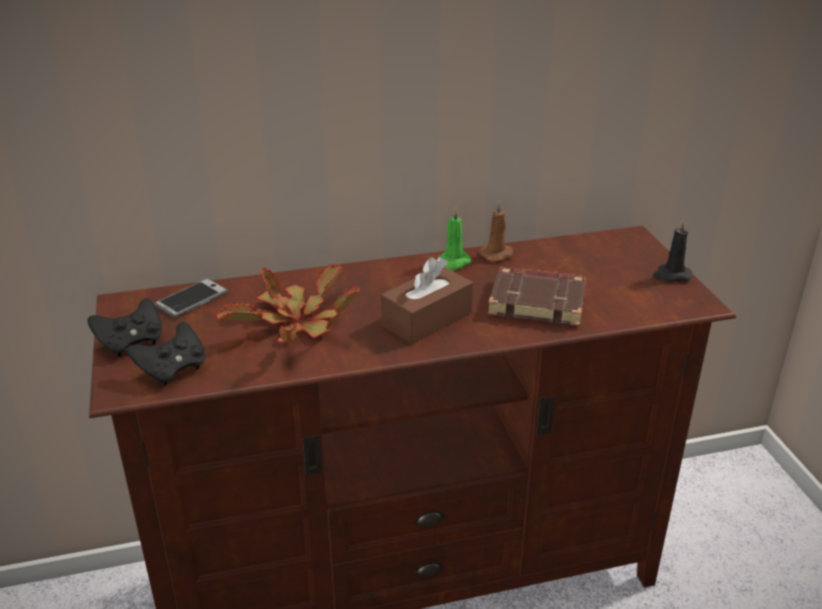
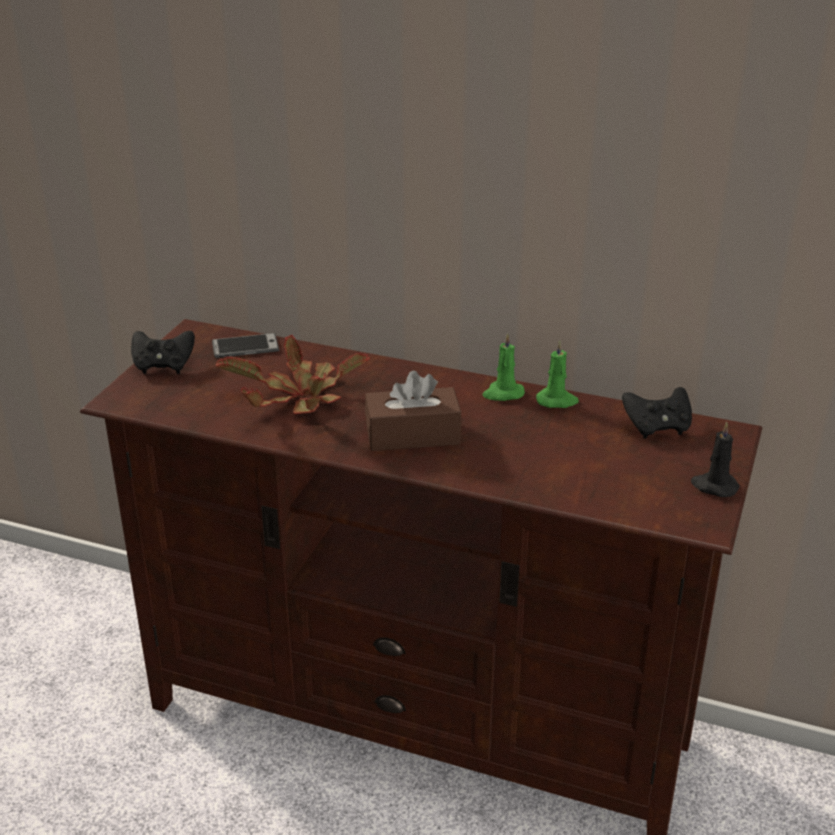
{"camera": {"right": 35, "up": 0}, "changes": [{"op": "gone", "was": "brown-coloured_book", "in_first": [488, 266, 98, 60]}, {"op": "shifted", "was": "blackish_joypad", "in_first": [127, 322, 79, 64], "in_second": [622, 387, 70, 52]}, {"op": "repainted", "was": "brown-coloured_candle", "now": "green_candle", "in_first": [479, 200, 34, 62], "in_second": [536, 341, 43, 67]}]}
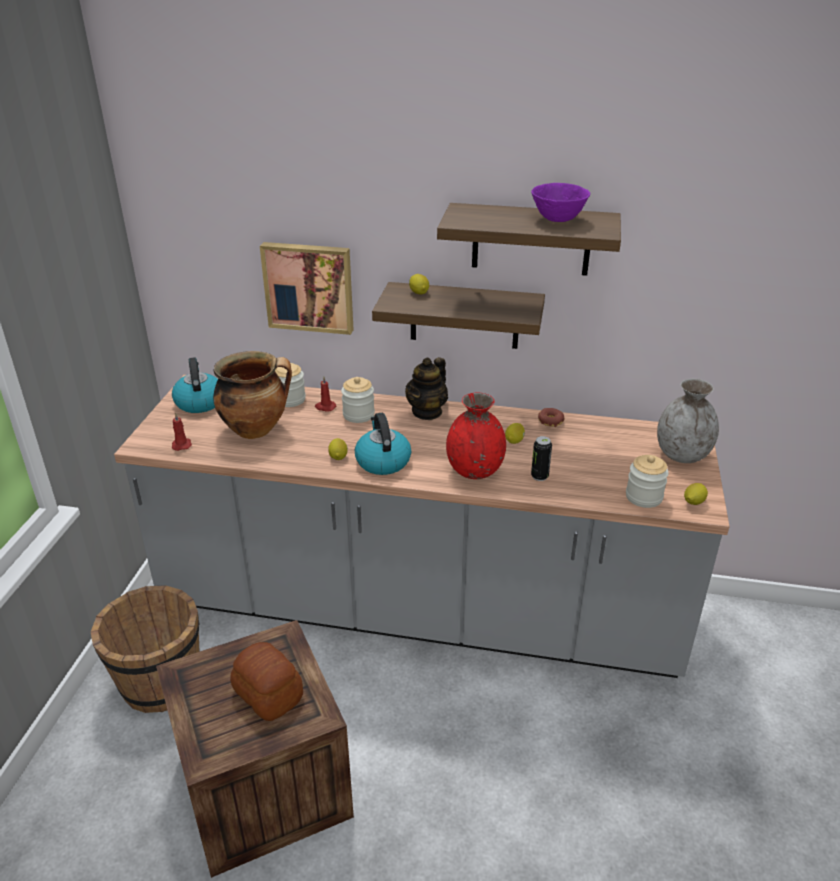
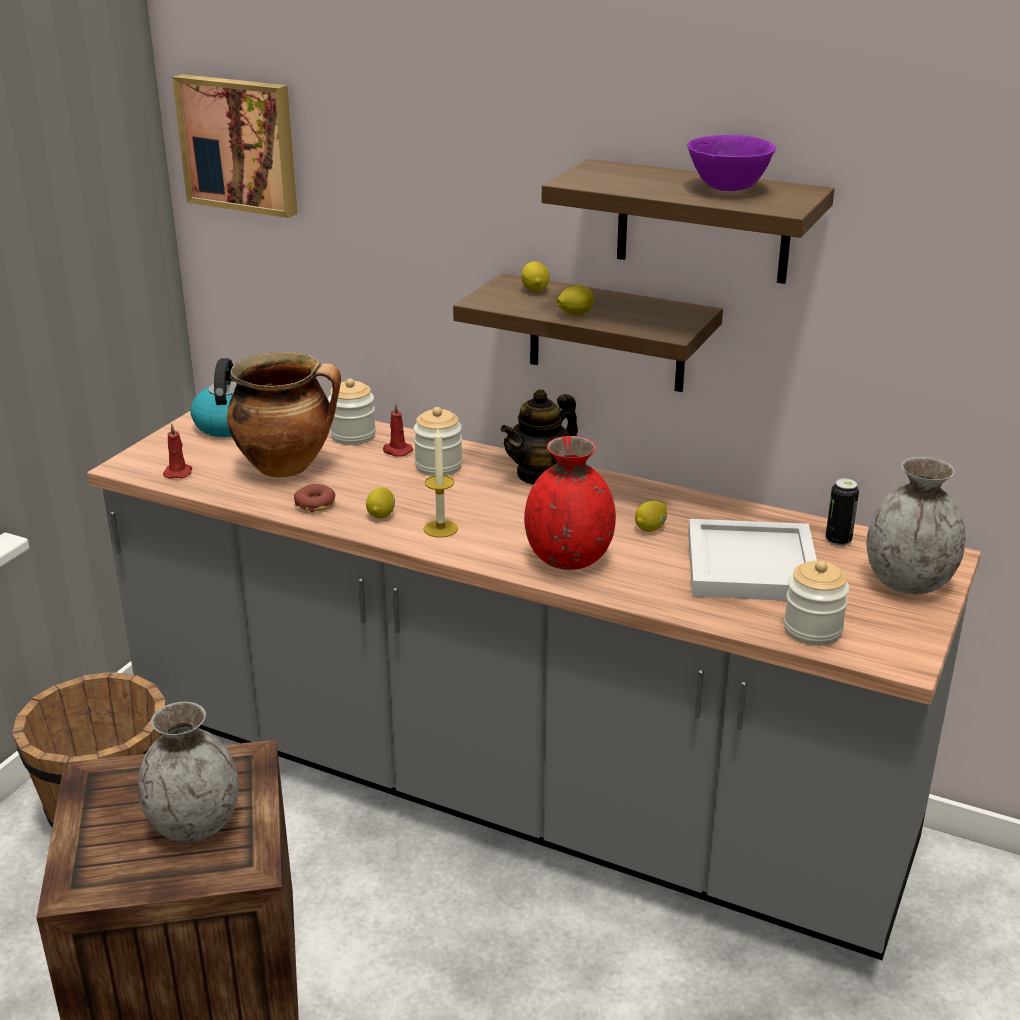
{"camera": {"right": 15, "up": -5}, "changes": [{"op": "new", "now": "white_serving_tray", "in_second": [688, 519, 129, 82]}, {"op": "shifted", "was": "wall_art", "in_first": [260, 242, 94, 93], "in_second": [172, 74, 125, 144]}, {"op": "shifted", "was": "metal_can", "in_first": [531, 436, 21, 45], "in_second": [826, 478, 33, 68]}, {"op": "shifted", "was": "donut", "in_first": [538, 408, 26, 19], "in_second": [294, 484, 41, 29]}, {"op": "shifted", "was": "whole_lemon", "in_first": [684, 483, 24, 22], "in_second": [557, 285, 37, 31]}, {"op": "swapped", "was": "baked_bread", "now": "greyish_flower_vase", "in_first": [230, 642, 73, 79], "in_second": [138, 702, 101, 140]}, {"op": "swapped", "was": "kettle", "now": "candle", "in_first": [355, 413, 56, 62], "in_second": [424, 429, 34, 109]}]}
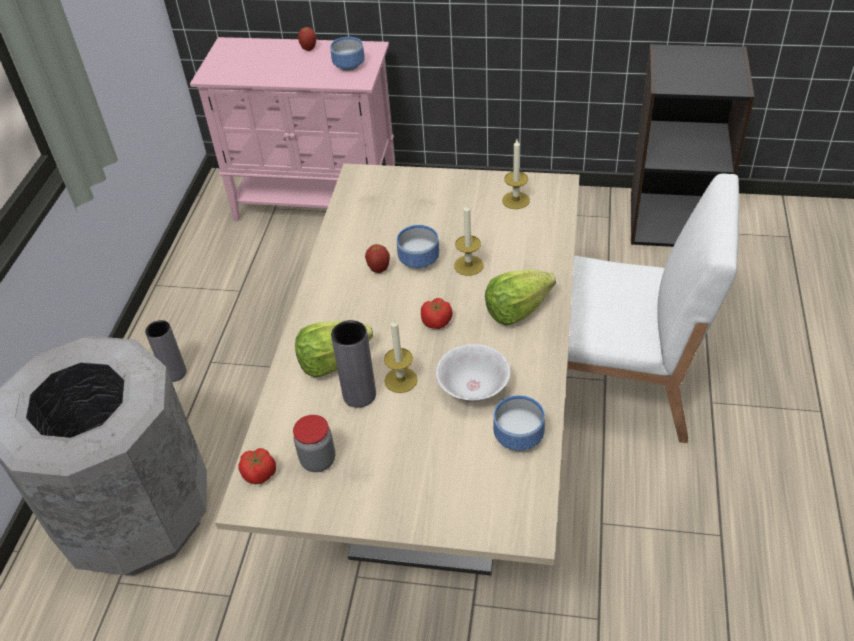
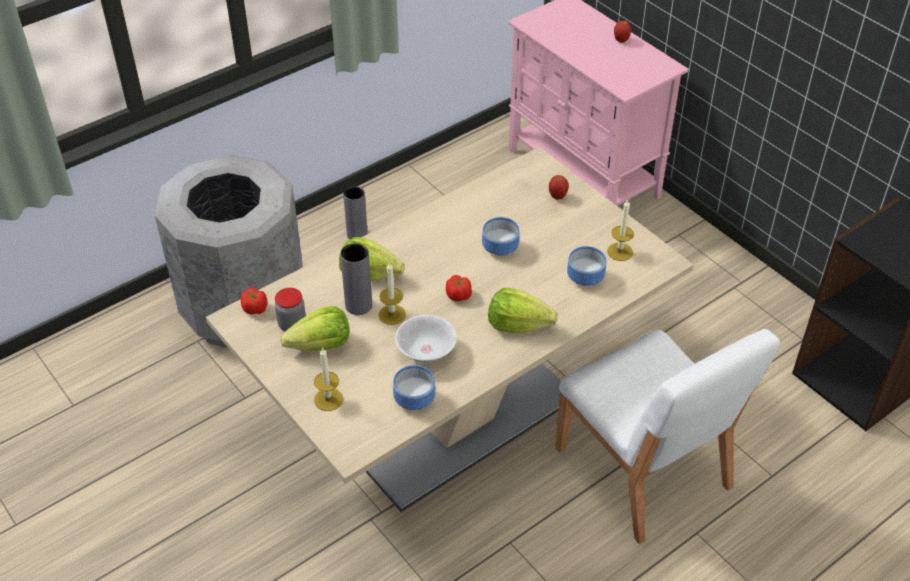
{"camera": {"right": 40, "up": 0}, "changes": [{"op": "new", "now": "lettuce", "in_second": [280, 306, 69, 45]}, {"op": "shifted", "was": "deep_dish", "in_first": [330, 37, 35, 34], "in_second": [567, 246, 39, 40]}, {"op": "shifted", "was": "apple", "in_first": [365, 244, 25, 29], "in_second": [549, 175, 20, 25]}, {"op": "shifted", "was": "candle", "in_first": [454, 204, 29, 72], "in_second": [314, 347, 29, 64]}]}
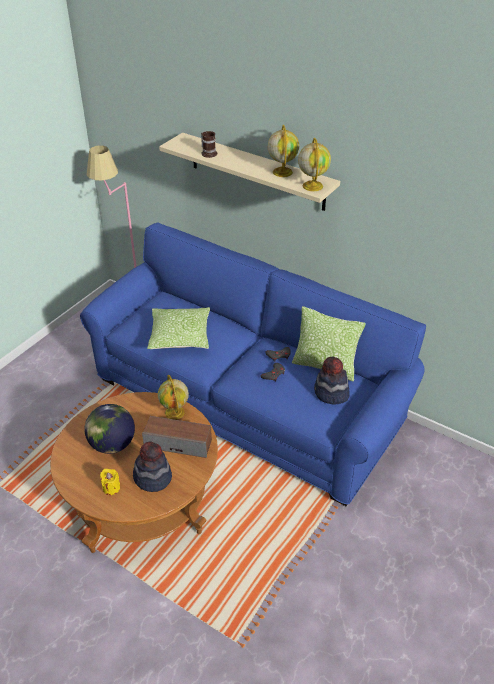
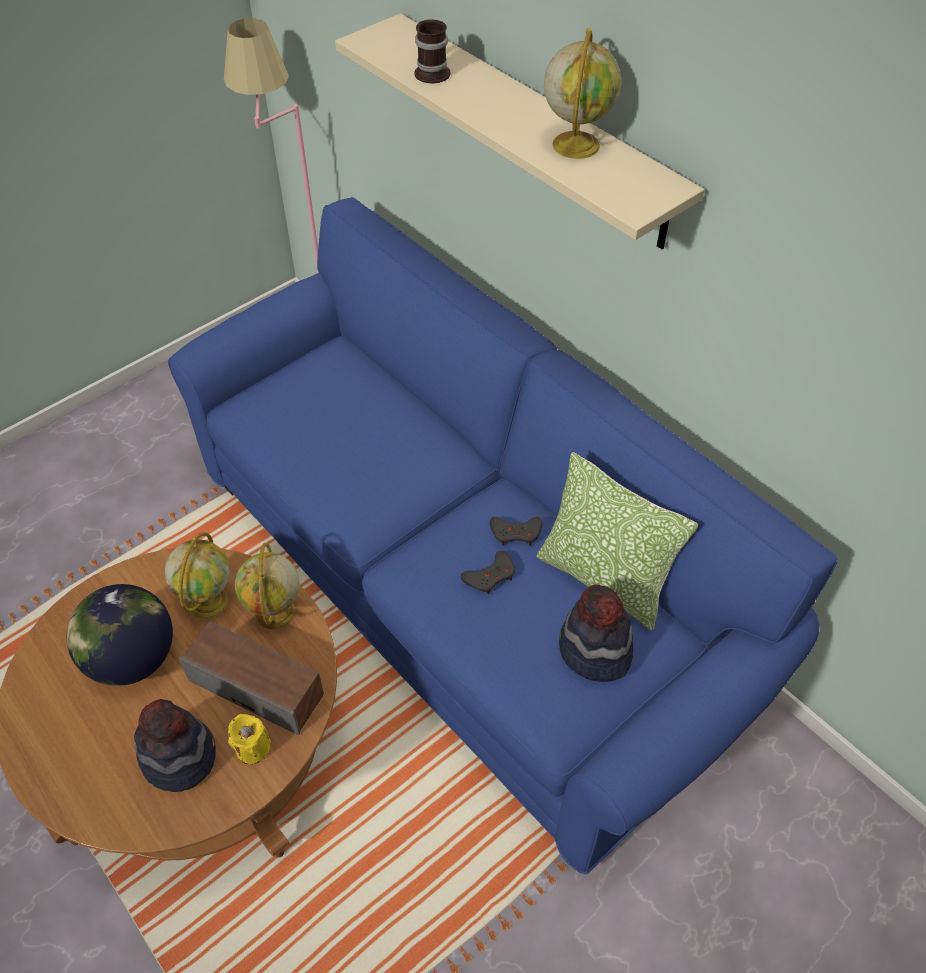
{"camera": {"right": 15, "up": 10}, "changes": [{"op": "gone", "was": "throw_pillow", "in_first": [147, 307, 63, 42]}, {"op": "shifted", "was": "yellow_candle", "in_first": [100, 469, 20, 26], "in_second": [228, 714, 43, 50]}, {"op": "shifted", "was": "desk_globe", "in_first": [298, 138, 33, 53], "in_second": [165, 532, 65, 87]}]}
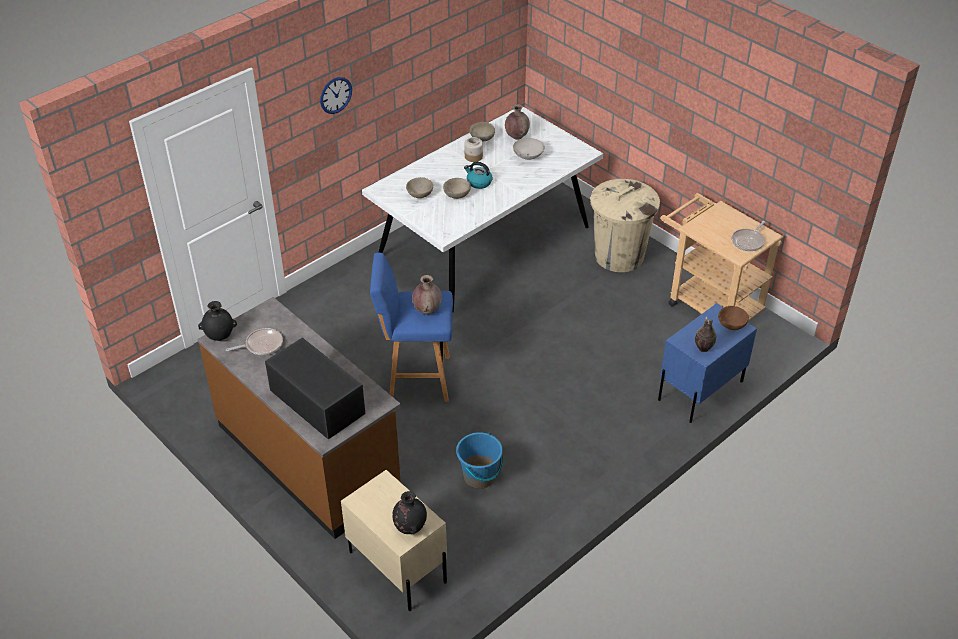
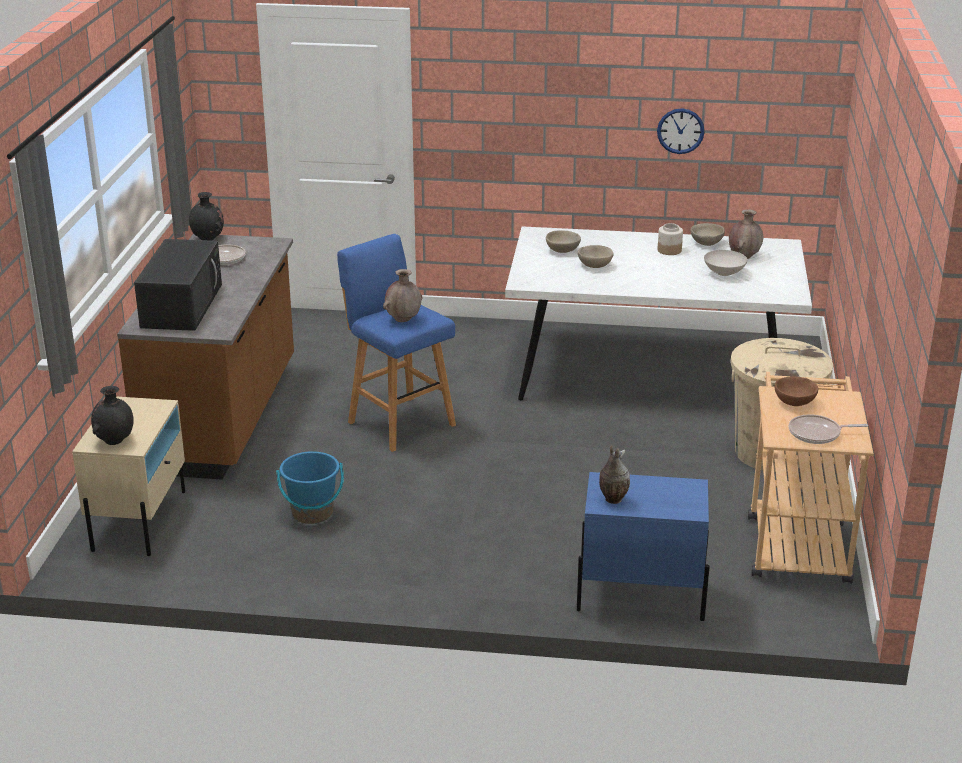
{"camera": {"right": 50, "up": -15}, "changes": [{"op": "gone", "was": "kettle", "in_first": [464, 162, 28, 27]}, {"op": "shifted", "was": "wall_clock", "in_first": [320, 77, 32, 37], "in_second": [657, 108, 47, 46]}, {"op": "shifted", "was": "brown-coloured_deep_dish", "in_first": [718, 306, 31, 24], "in_second": [775, 376, 43, 30]}]}
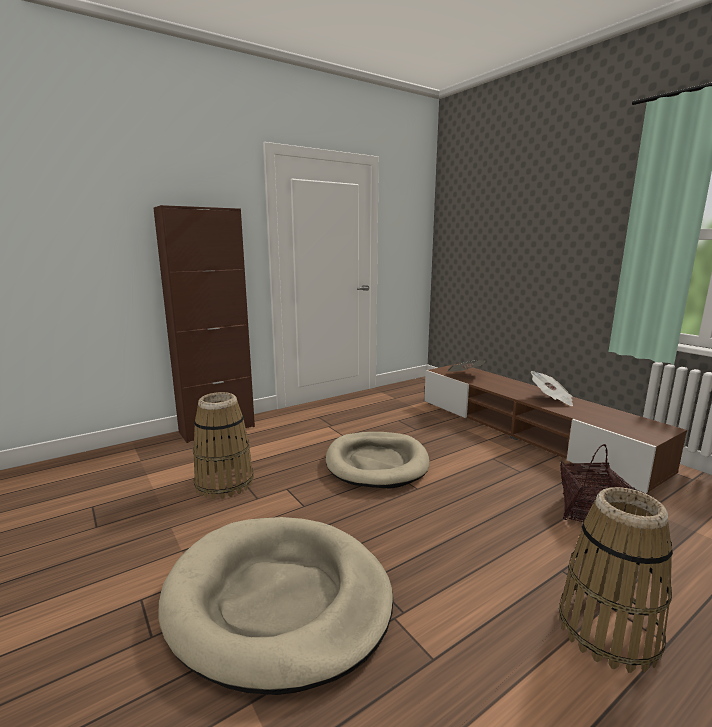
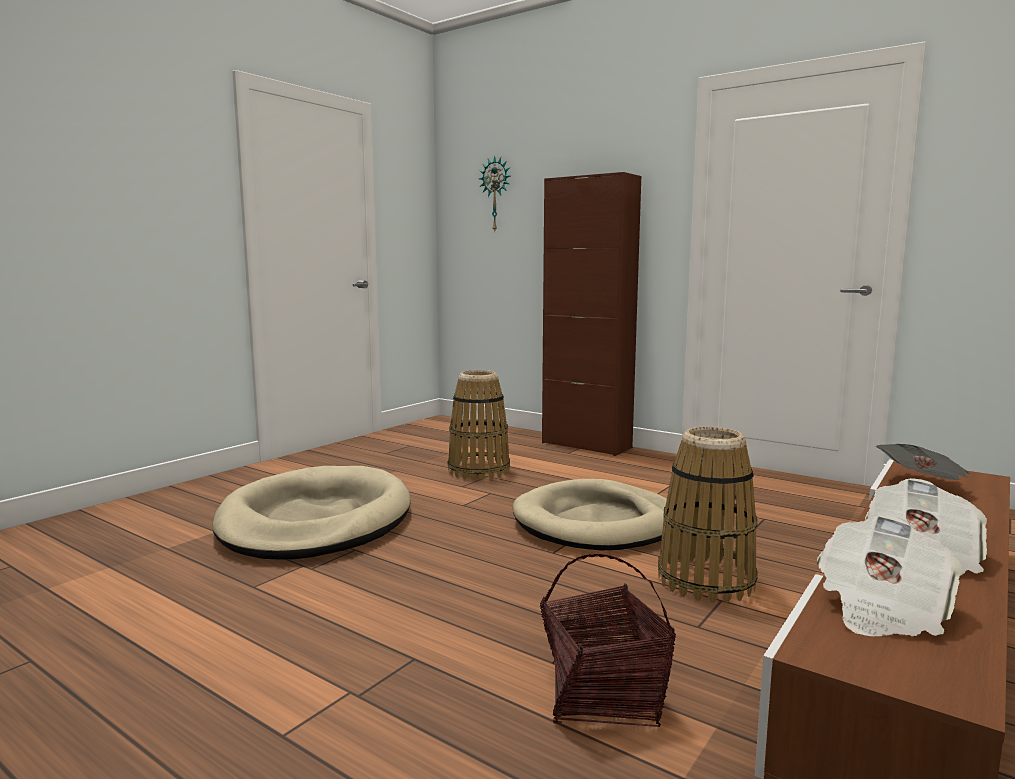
{"camera": {"right": 70, "up": -5}, "changes": [{"op": "new", "now": "wall_clock", "in_second": [479, 156, 32, 77]}, {"op": "new", "now": "daily_paper", "in_second": [817, 515, 146, 121]}, {"op": "shifted", "was": "household_basket", "in_first": [559, 487, 114, 186], "in_second": [658, 427, 100, 176]}]}
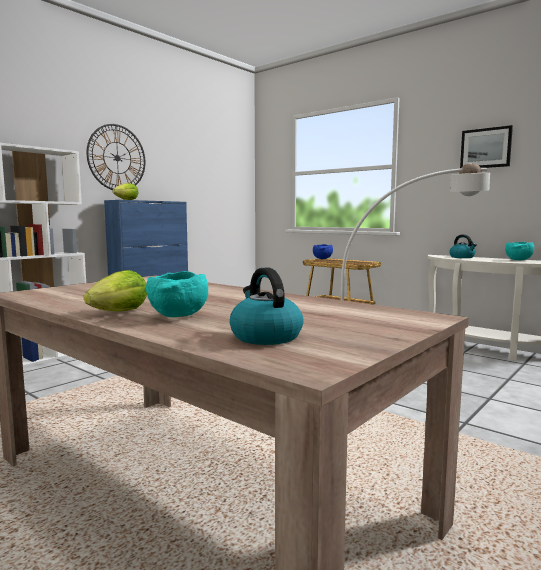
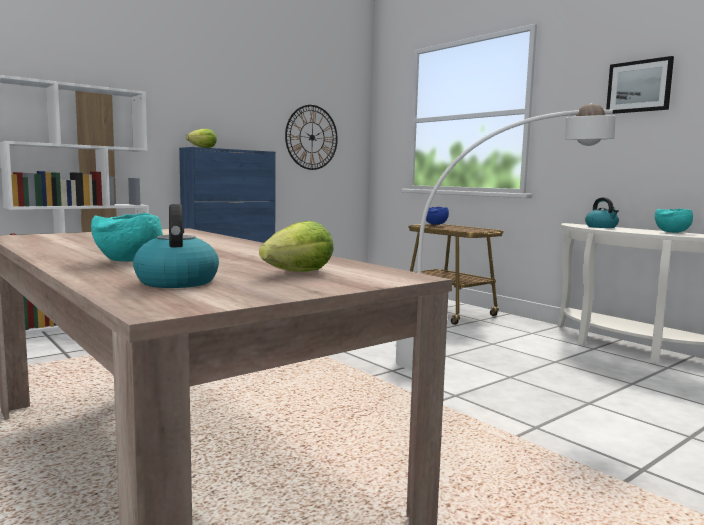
{"camera": {"right": 10, "up": 0}, "changes": [{"op": "shifted", "was": "lettuce", "in_first": [84, 270, 63, 41], "in_second": [259, 221, 75, 51]}, {"op": "shifted", "was": "wall_clock", "in_first": [86, 124, 59, 66], "in_second": [285, 105, 53, 65]}]}
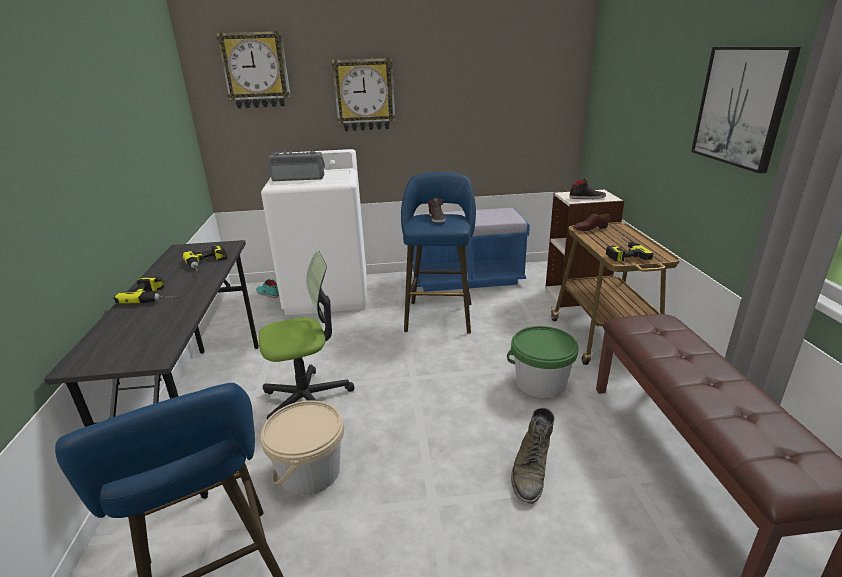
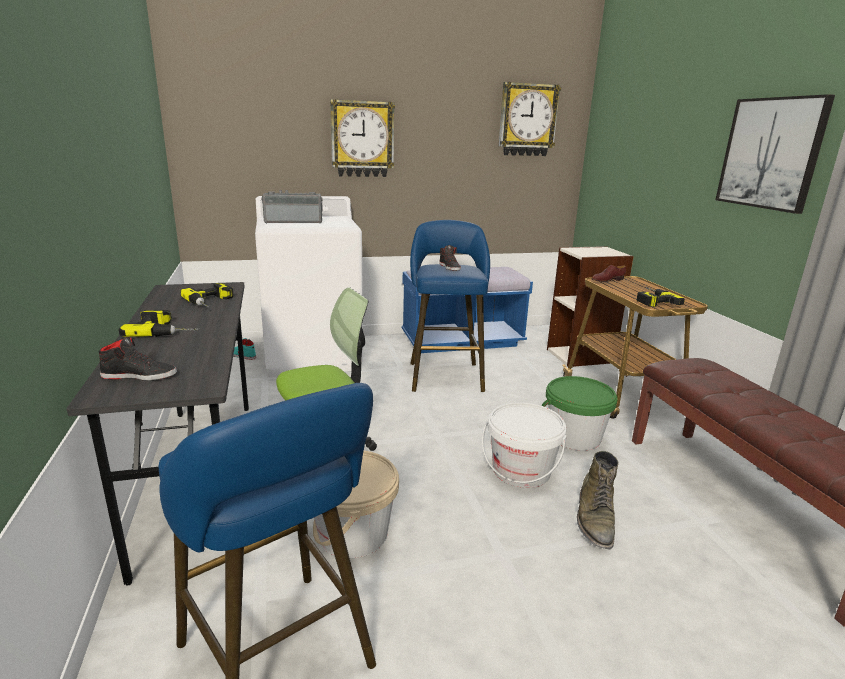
{"camera": {"right": -10, "up": -5}, "changes": [{"op": "new", "now": "white_bucket", "in_second": [482, 402, 85, 86]}, {"op": "shifted", "was": "wall_clock", "in_first": [217, 31, 74, 78], "in_second": [499, 82, 62, 74]}, {"op": "shifted", "was": "blackish_low_shoe", "in_first": [569, 178, 37, 21], "in_second": [99, 336, 78, 45]}]}
